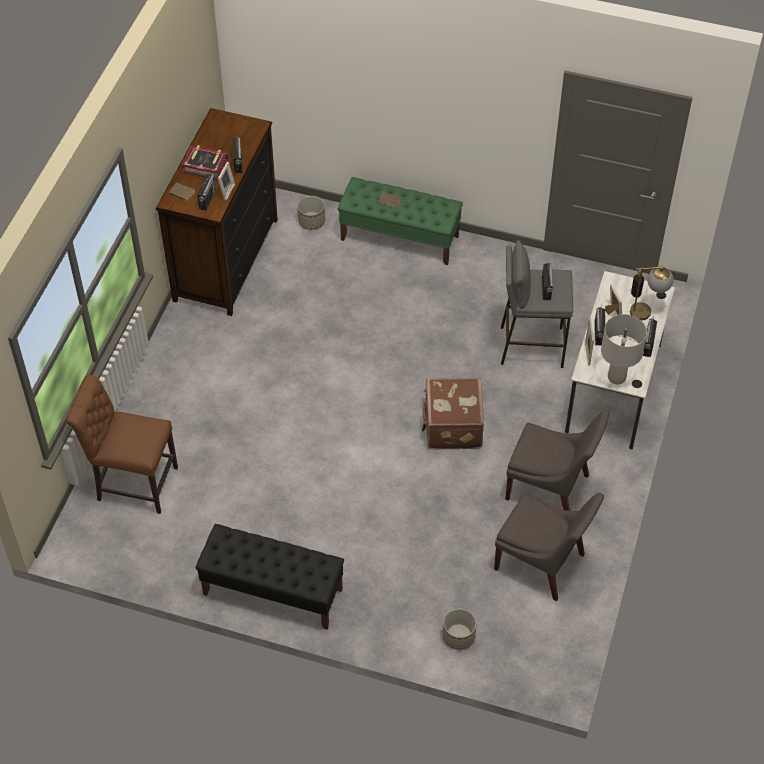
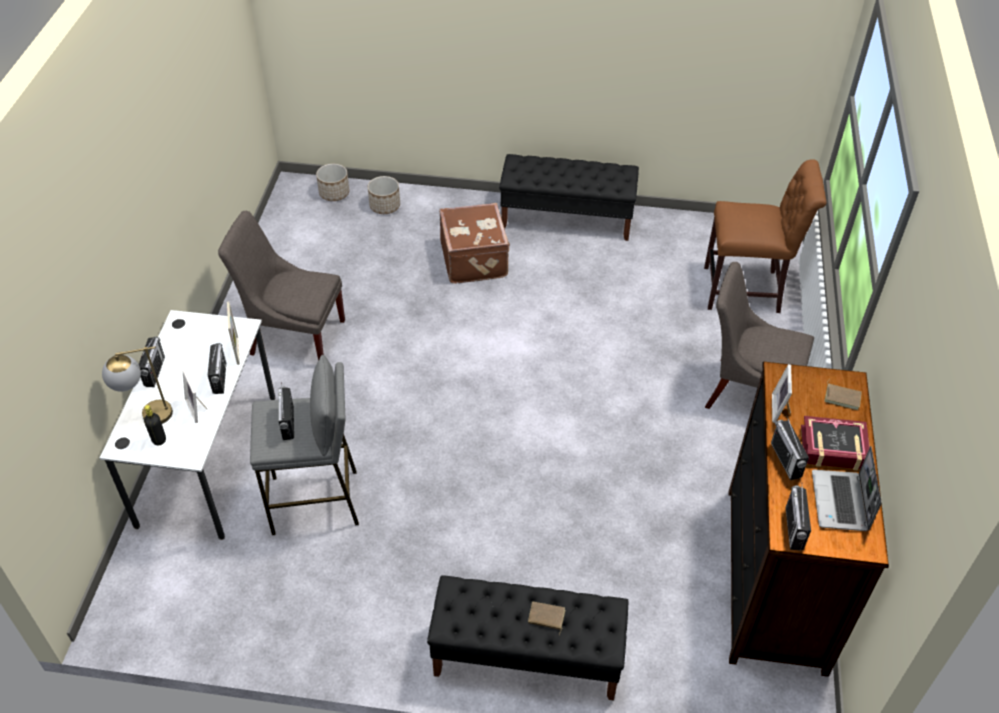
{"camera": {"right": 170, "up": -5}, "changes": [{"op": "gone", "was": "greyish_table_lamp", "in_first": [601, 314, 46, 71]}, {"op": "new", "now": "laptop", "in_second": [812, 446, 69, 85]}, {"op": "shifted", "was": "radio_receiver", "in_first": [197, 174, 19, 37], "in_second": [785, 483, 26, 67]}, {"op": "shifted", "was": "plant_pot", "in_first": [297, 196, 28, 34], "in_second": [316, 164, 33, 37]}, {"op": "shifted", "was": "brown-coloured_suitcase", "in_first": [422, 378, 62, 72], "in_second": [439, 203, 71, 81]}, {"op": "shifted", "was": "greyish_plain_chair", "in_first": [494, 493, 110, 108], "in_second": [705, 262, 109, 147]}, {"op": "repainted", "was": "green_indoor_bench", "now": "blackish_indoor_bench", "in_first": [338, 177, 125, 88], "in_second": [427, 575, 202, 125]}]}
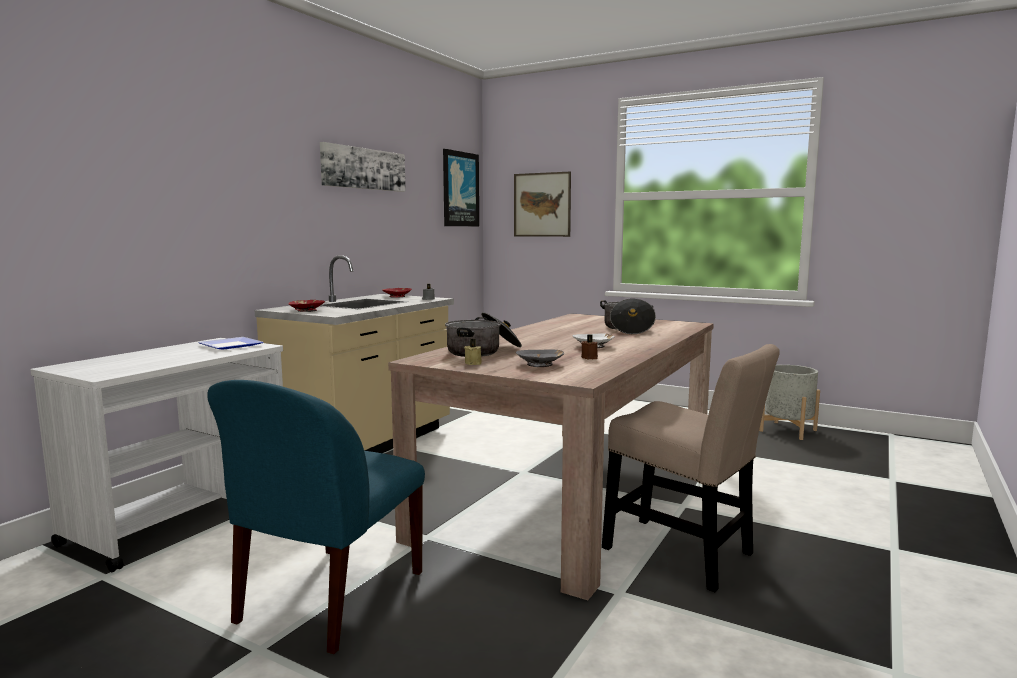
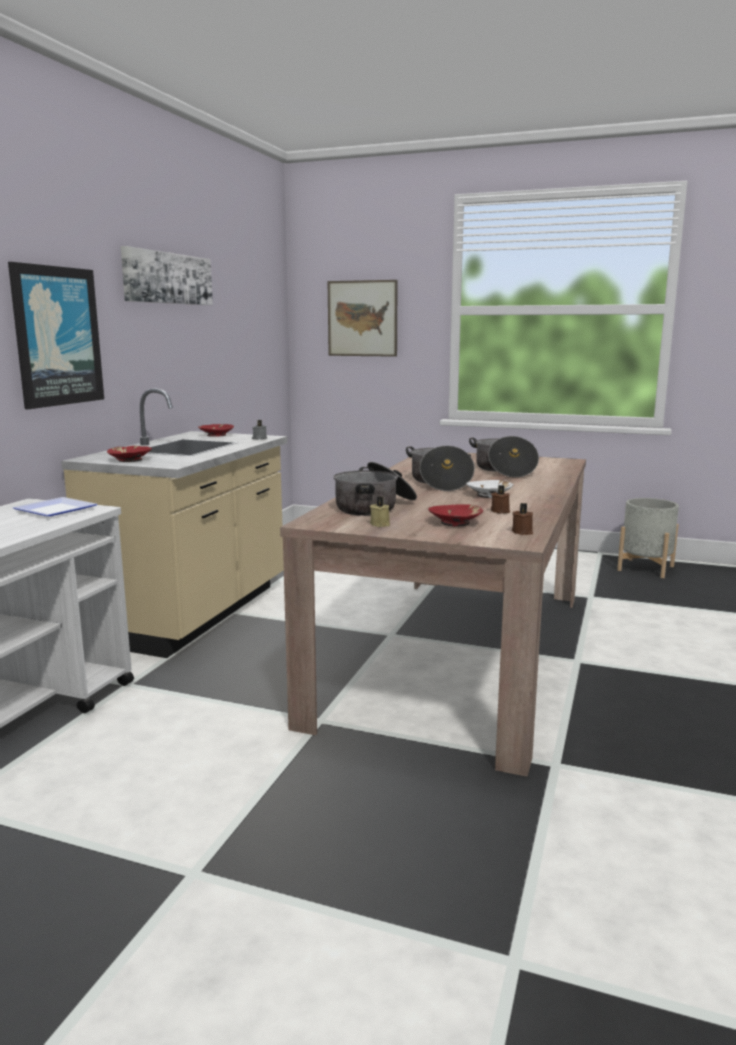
{"camera": {"right": -10, "up": 5}, "changes": [{"op": "gone", "was": "blue_plain_chair", "in_first": [207, 380, 218, 274]}, {"op": "gone", "was": "beige_plain_chair", "in_first": [602, 344, 178, 248]}, {"op": "new", "now": "stockpot", "in_second": [406, 446, 69, 45]}, {"op": "new", "now": "brown-coloured_candle", "in_second": [512, 503, 21, 32]}, {"op": "shifted", "was": "wall_art", "in_first": [443, 149, 36, 77], "in_second": [8, 262, 96, 147]}, {"op": "repainted", "was": "greyish_deep_dish", "now": "red-coloured_deep_dish", "in_first": [516, 350, 48, 17], "in_second": [428, 504, 55, 23]}]}
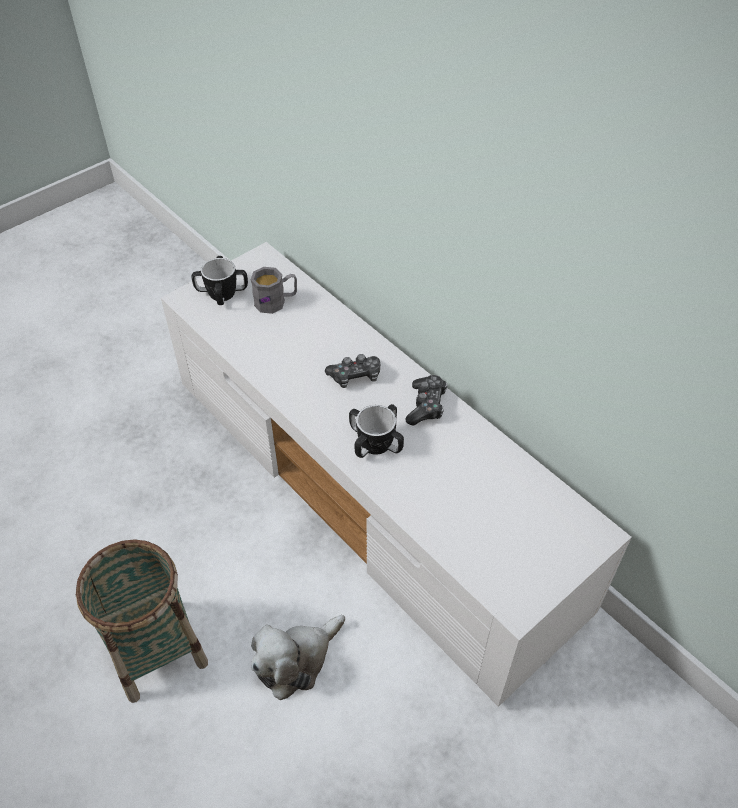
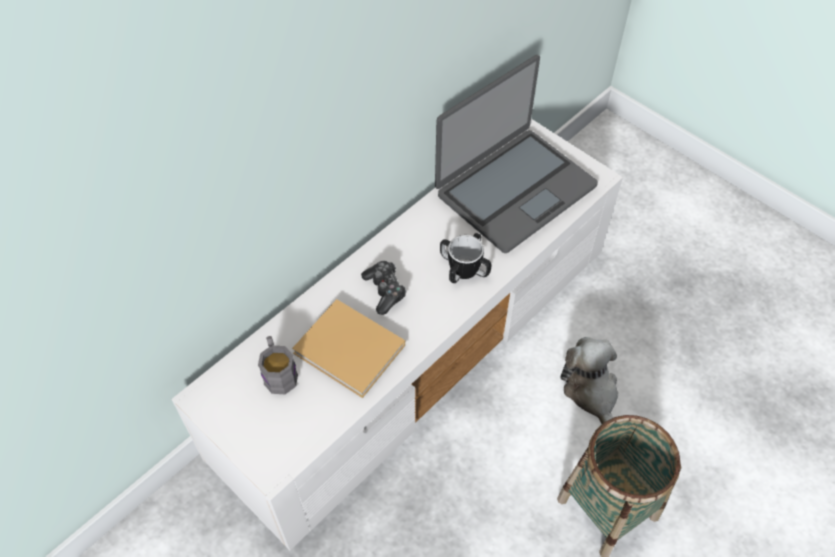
{"camera": {"right": -95, "up": 5}, "changes": [{"op": "gone", "was": "tea_mug", "in_first": [191, 256, 57, 49]}, {"op": "gone", "was": "joypad", "in_first": [406, 375, 41, 51]}, {"op": "new", "now": "beige_book", "in_second": [292, 299, 113, 99]}, {"op": "new", "now": "laptop", "in_second": [435, 55, 163, 198]}, {"op": "rotated", "was": "soft_toy", "in_first": [251, 615, 94, 85], "in_second": [560, 337, 58, 87], "clockwise": -150}]}
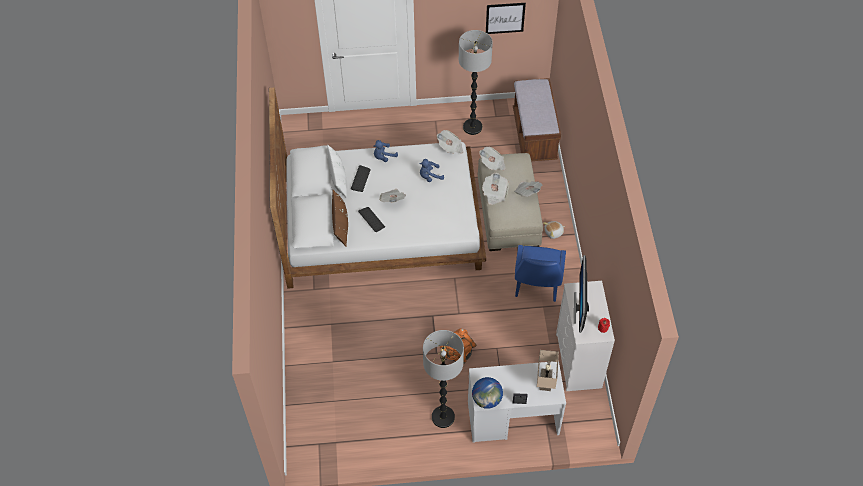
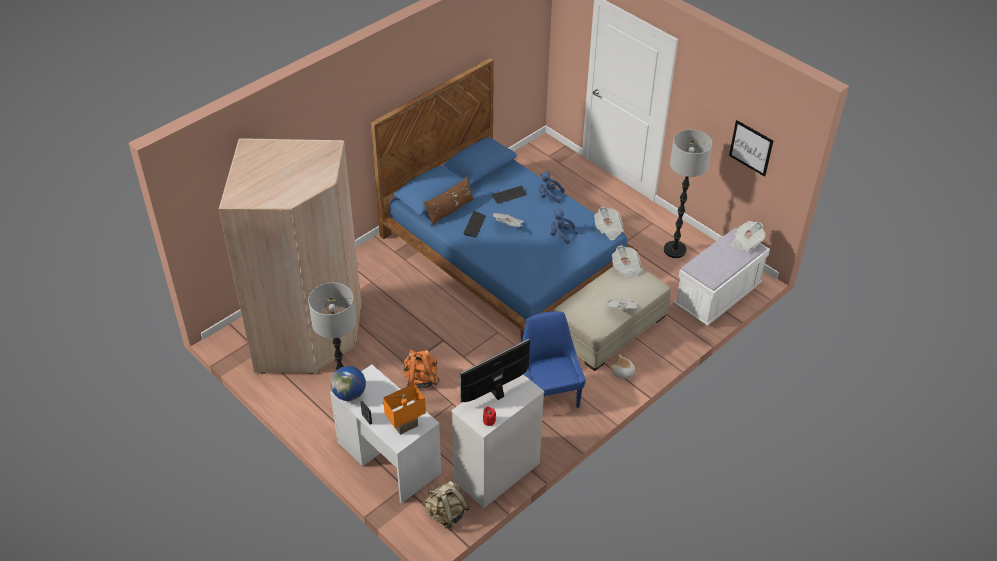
{"camera": {"right": 50, "up": -10}, "changes": [{"op": "gone", "was": "white_throw_pillow", "in_first": [327, 145, 20, 53]}, {"op": "new", "now": "beige_wardrobe", "in_second": [219, 138, 143, 236]}, {"op": "new", "now": "beige_backpack", "in_second": [424, 481, 46, 48]}, {"op": "shifted", "was": "daily_paper", "in_first": [482, 173, 27, 32], "in_second": [731, 221, 34, 31]}, {"op": "repainted", "was": "white_bedroom_bed", "now": "blue_bedroom_bed", "in_first": [269, 88, 217, 201], "in_second": [370, 58, 268, 284]}, {"op": "repainted", "was": "brown-coloured_indoor_bench", "now": "white_indoor_bench", "in_first": [513, 78, 48, 83], "in_second": [674, 228, 96, 97]}, {"op": "repainted", "was": "beige_table_lamp", "now": "orange_table_lamp", "in_first": [537, 350, 22, 41], "in_second": [383, 383, 43, 52]}, {"op": "rotated", "was": "blue_plain_chair", "in_first": [515, 245, 51, 57], "in_second": [522, 311, 64, 97], "clockwise": 105}]}
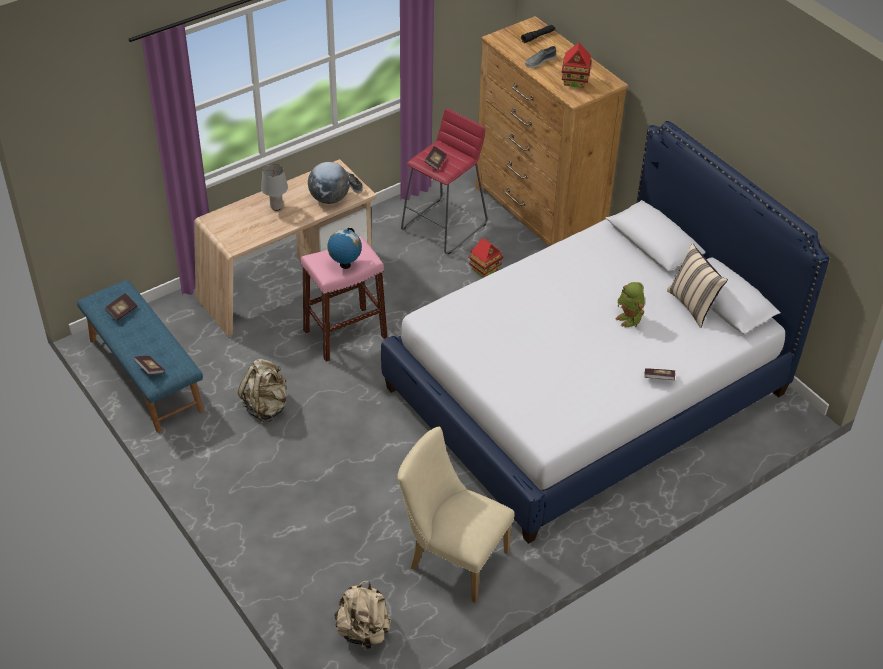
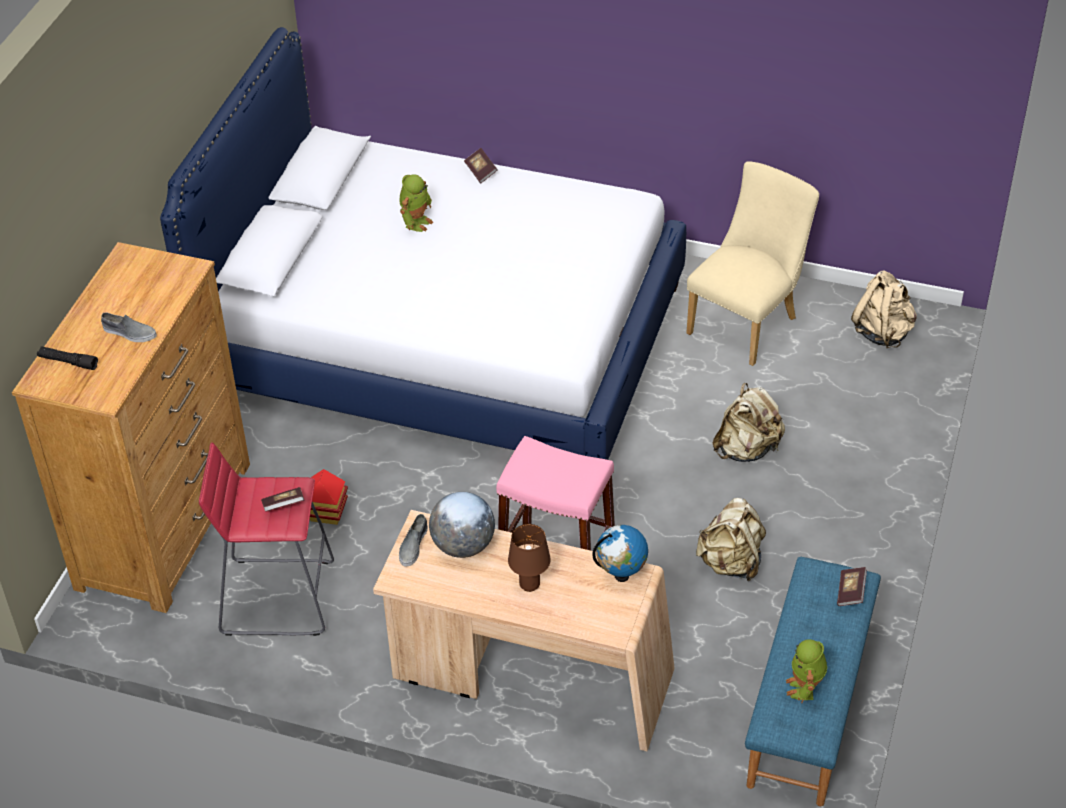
{"camera": {"right": -125, "up": 0}, "changes": [{"op": "gone", "was": "model_house", "in_first": [562, 43, 30, 45]}, {"op": "gone", "was": "beige_throw_pillow", "in_first": [667, 243, 61, 85]}, {"op": "new", "now": "beige_backpack", "in_second": [712, 383, 73, 79]}, {"op": "shifted", "was": "desk_globe", "in_first": [327, 228, 35, 41], "in_second": [592, 525, 56, 57]}, {"op": "swapped", "was": "book", "now": "robot_figure", "in_first": [105, 293, 32, 28], "in_second": [786, 639, 41, 64]}, {"op": "repainted", "was": "greyish_table_lamp", "now": "brown-coloured_table_lamp", "in_first": [261, 163, 27, 48], "in_second": [508, 524, 43, 68]}, {"op": "rotated", "was": "beige_plain_chair", "in_first": [397, 427, 118, 176], "in_second": [686, 162, 133, 204], "clockwise": -135}]}
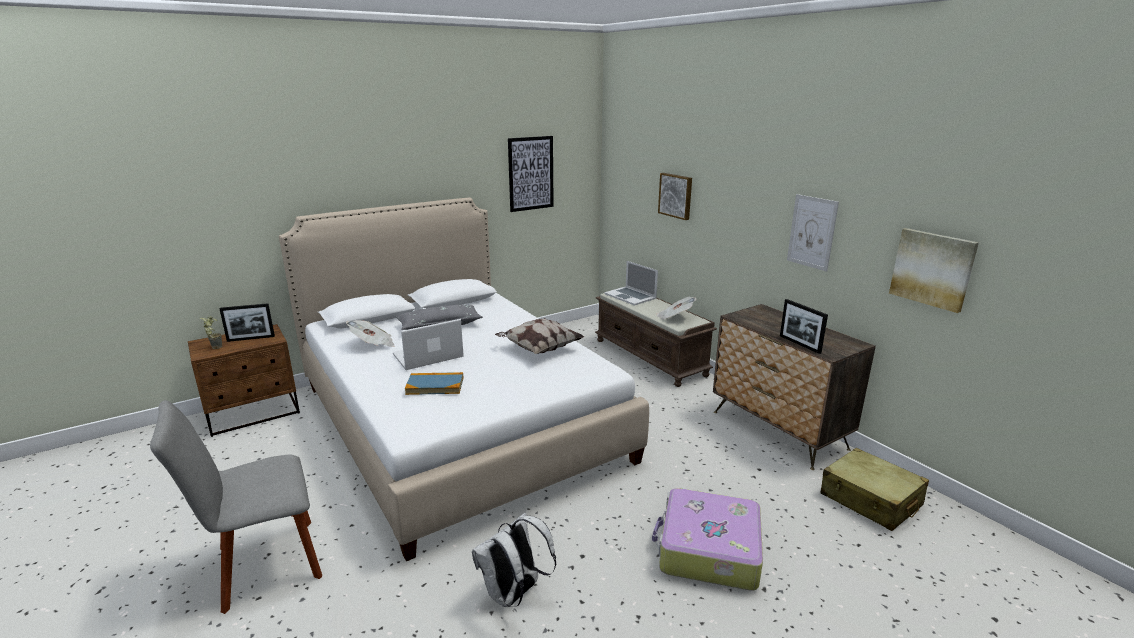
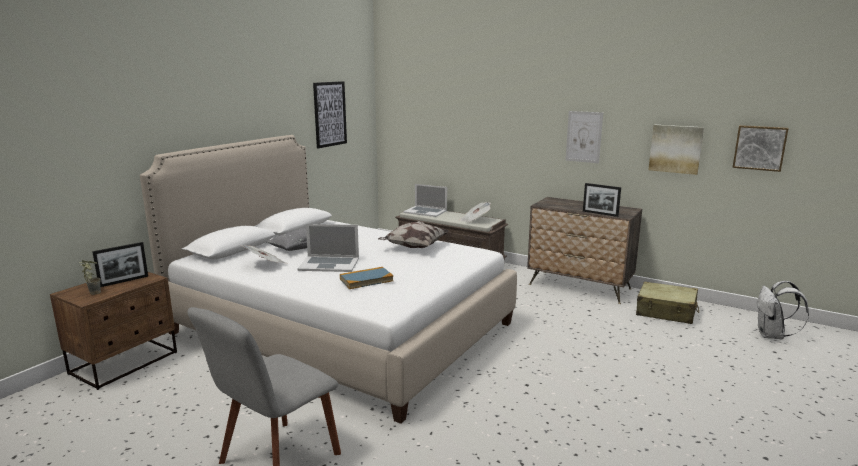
{"camera": {"right": -25, "up": -5}, "changes": [{"op": "gone", "was": "suitcase", "in_first": [652, 488, 111, 103]}, {"op": "shifted", "was": "white_backpack", "in_first": [472, 513, 84, 94], "in_second": [757, 281, 52, 59]}, {"op": "shifted", "was": "wall_art", "in_first": [658, 173, 34, 47], "in_second": [733, 125, 56, 47]}, {"op": "rotated", "was": "laptop", "in_first": [393, 319, 71, 51], "in_second": [298, 224, 61, 48], "clockwise": -120}]}
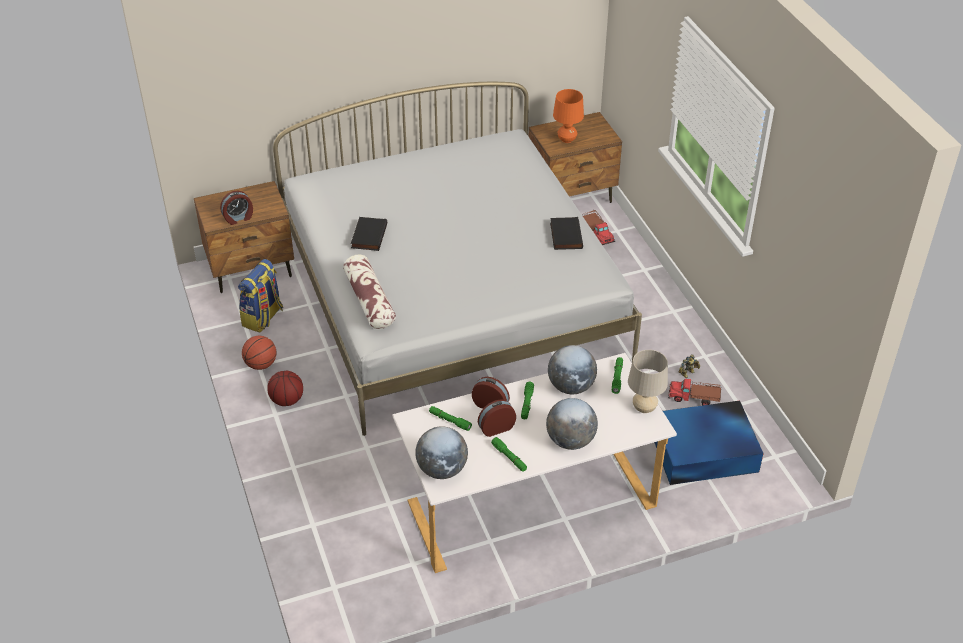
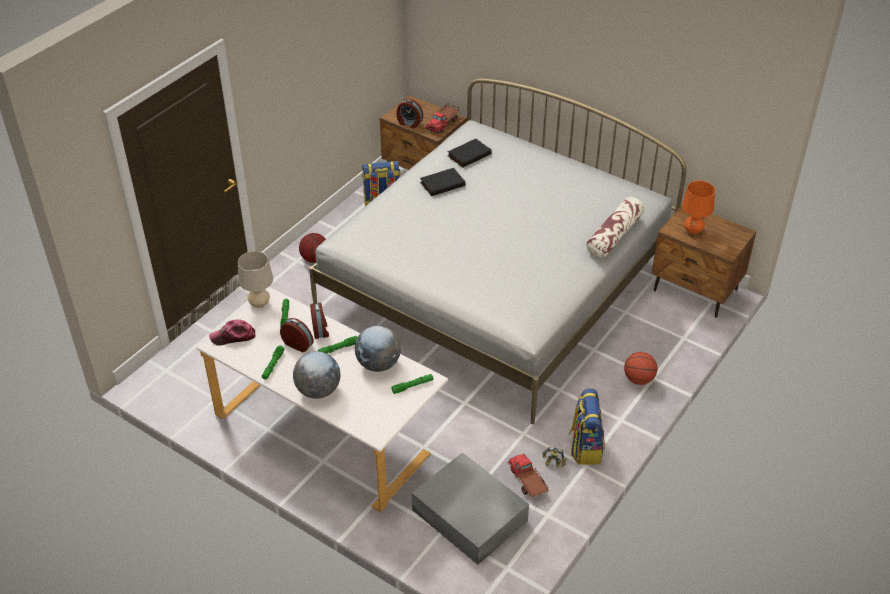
{"camera": {"right": 55, "up": 0}, "changes": [{"op": "new", "now": "backpack", "in_second": [569, 388, 36, 77]}, {"op": "shifted", "was": "basketball_ball", "in_first": [242, 336, 34, 34], "in_second": [624, 352, 34, 33]}, {"op": "shifted", "was": "throw_pillow", "in_first": [343, 254, 53, 75], "in_second": [586, 197, 58, 61]}, {"op": "shifted", "was": "blackish_book", "in_first": [550, 217, 33, 33], "in_second": [448, 139, 44, 29]}, {"op": "shifted", "was": "model_truck", "in_first": [582, 210, 33, 35], "in_second": [426, 103, 34, 30]}, {"op": "shifted", "was": "beige_table_lamp", "in_first": [628, 350, 40, 63], "in_second": [238, 251, 35, 57]}, {"op": "swapped", "was": "desk_globe", "now": "baseball_cap", "in_first": [415, 426, 53, 53], "in_second": [209, 319, 47, 27]}, {"op": "repainted", "was": "blue_storage_bin", "now": "greyish_storage_bin", "in_first": [654, 401, 110, 84], "in_second": [412, 453, 117, 112]}]}
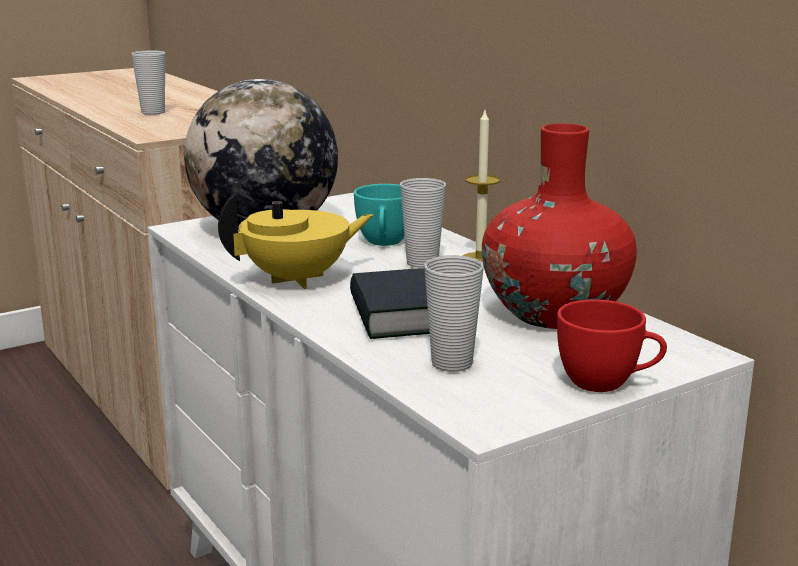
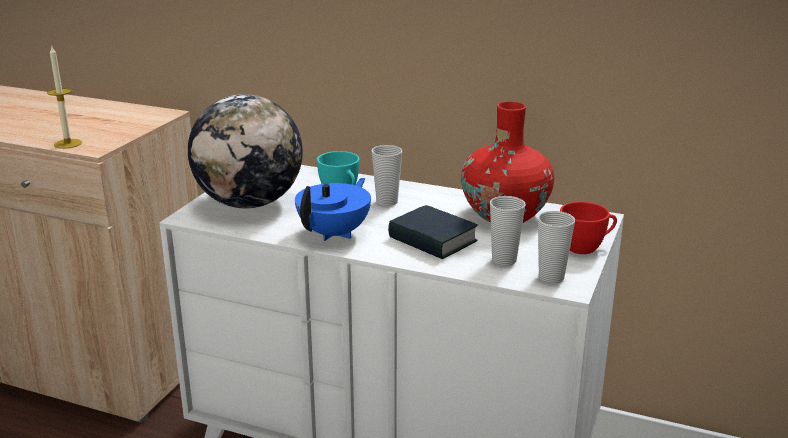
{"camera": {"right": -35, "up": 5}, "changes": [{"op": "shifted", "was": "cup", "in_first": [131, 51, 34, 64], "in_second": [538, 211, 37, 73]}, {"op": "shifted", "was": "candle", "in_first": [463, 110, 38, 153], "in_second": [47, 45, 35, 104]}, {"op": "repainted", "was": "yellow_pot_for_tea", "now": "blue_pot_for_tea", "in_first": [218, 193, 155, 96], "in_second": [295, 178, 76, 63]}]}
